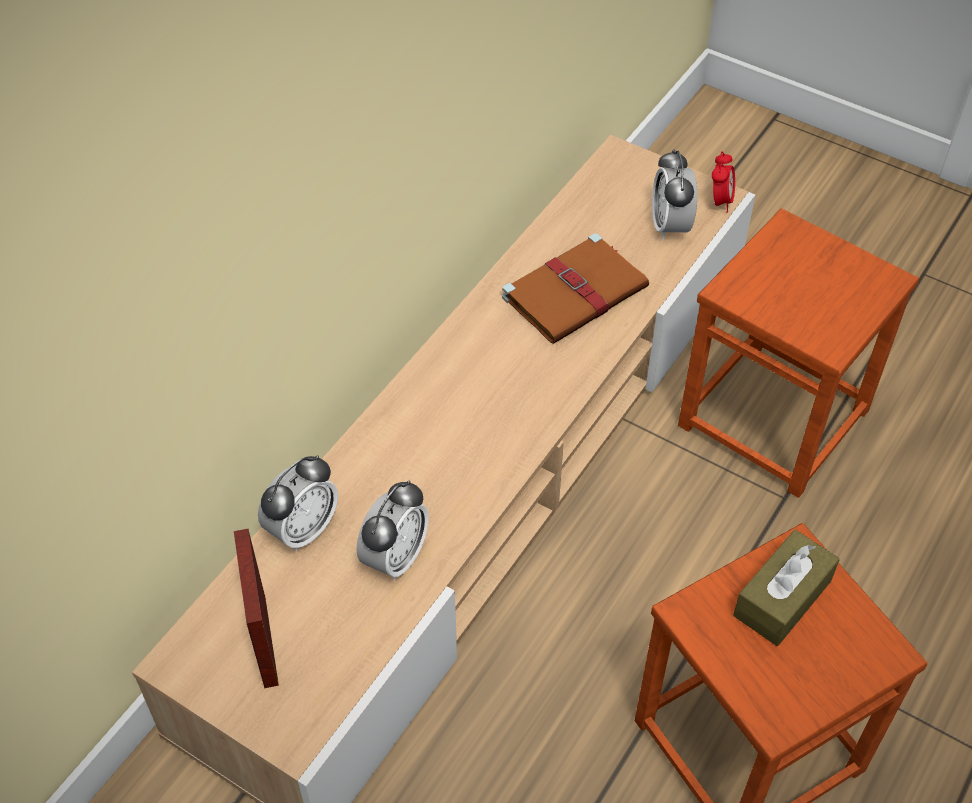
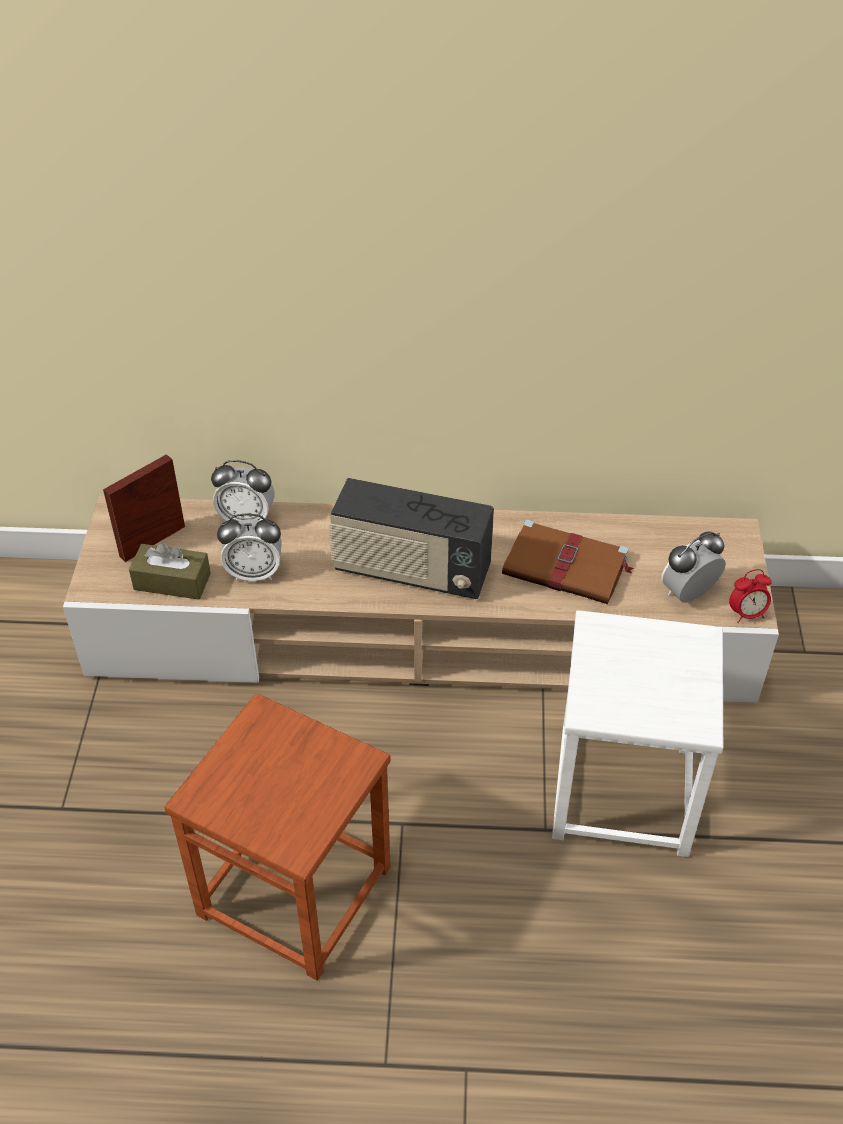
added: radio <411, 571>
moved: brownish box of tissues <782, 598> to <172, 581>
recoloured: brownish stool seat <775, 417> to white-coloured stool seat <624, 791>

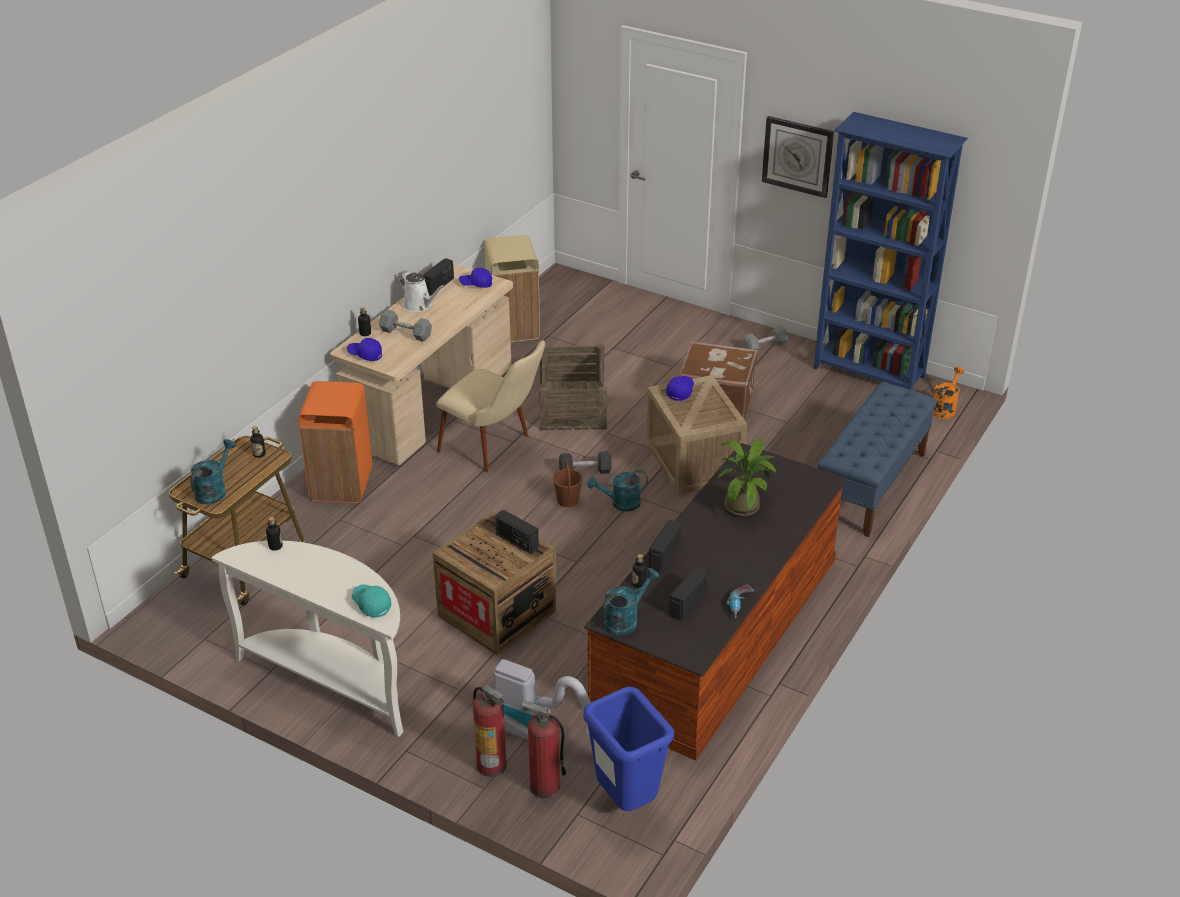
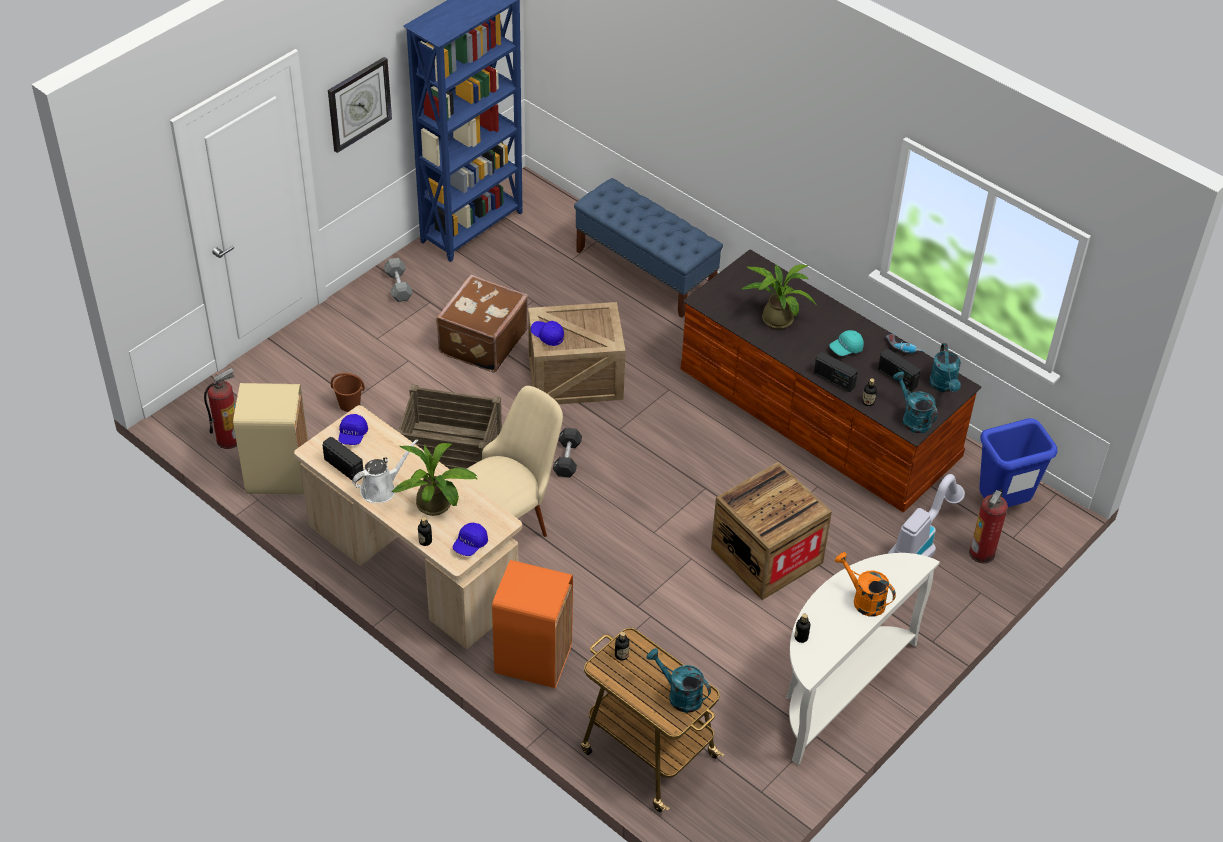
removed: radio <517, 541>
moved: orange watering pot <944, 408> to <863, 600>; brownish bucket <567, 500> to <349, 404>; blue-green watering pot <620, 504> to <944, 386>; blue-green peaked cap <371, 604> to <846, 349>; fire-fighting cylinder <492, 765> to <228, 439>
replaced: grey hand weight <406, 333> to potted plant <437, 506>

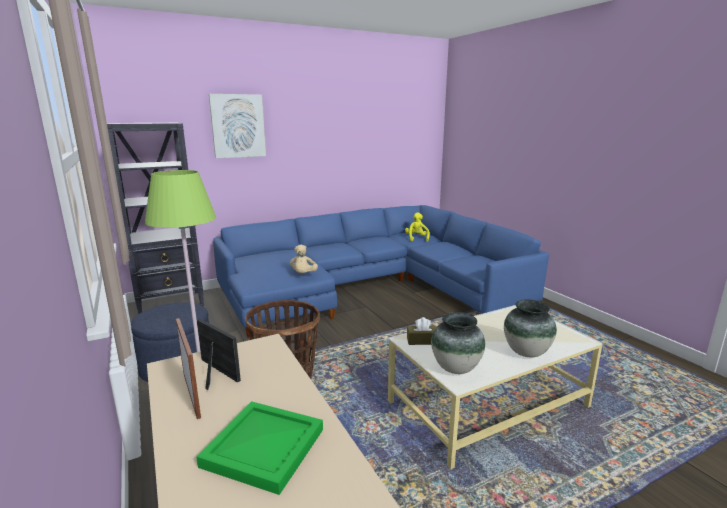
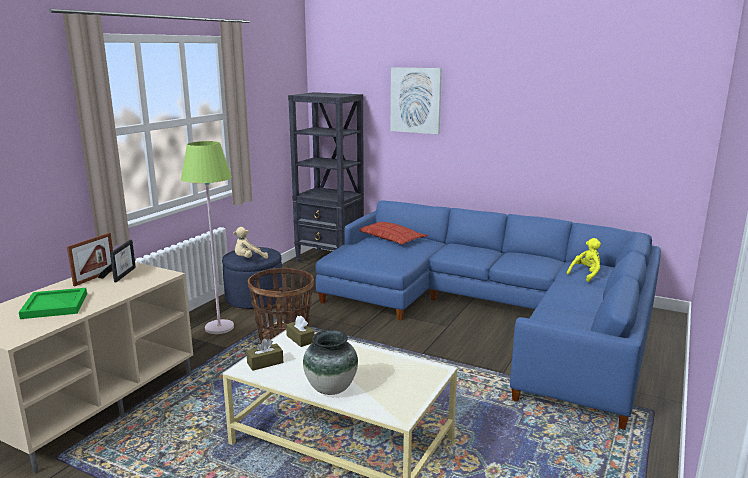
added: cushion <390, 238>
moved: beige-coloured plush toy <303, 275> to <249, 259>
replaced: vase <455, 368> to brownish box of tissues <265, 363>

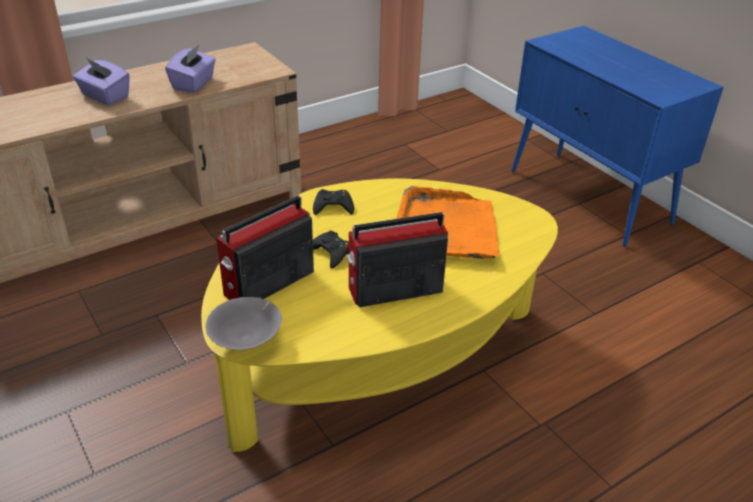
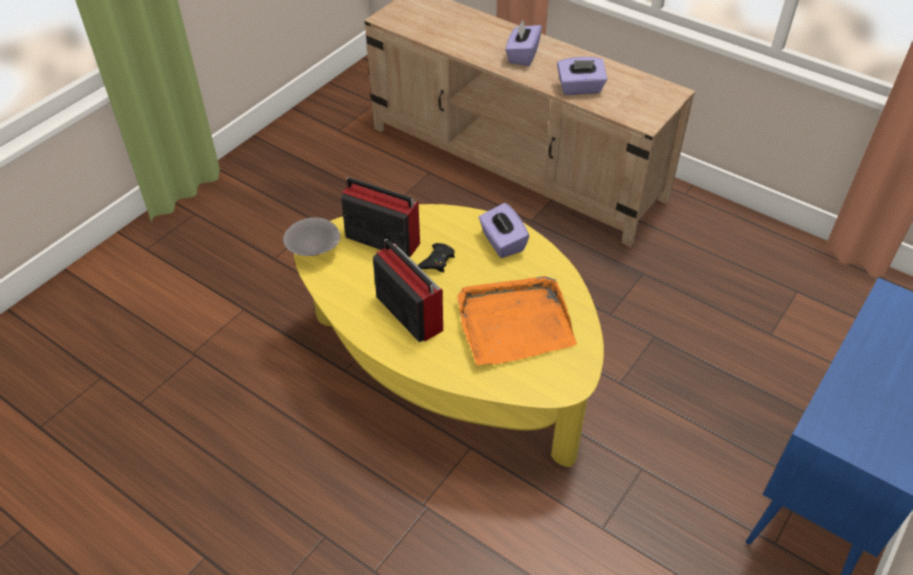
replaced: black game controller <333, 207> to purplish box of tissues <502, 242>

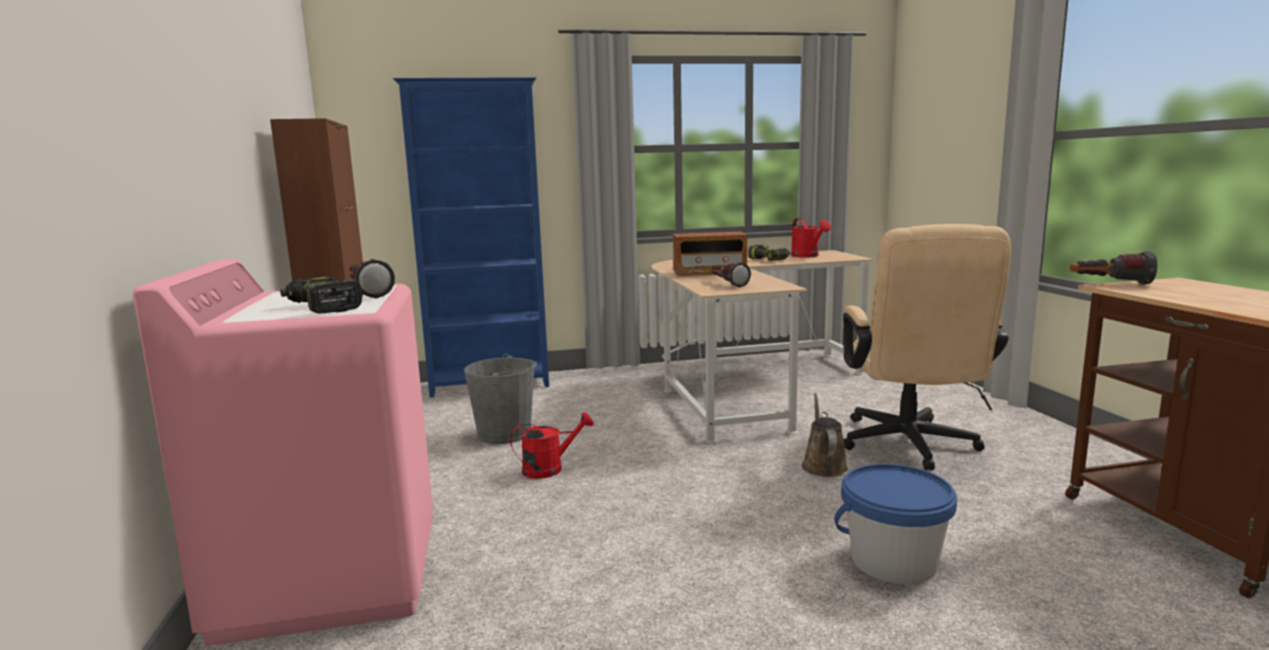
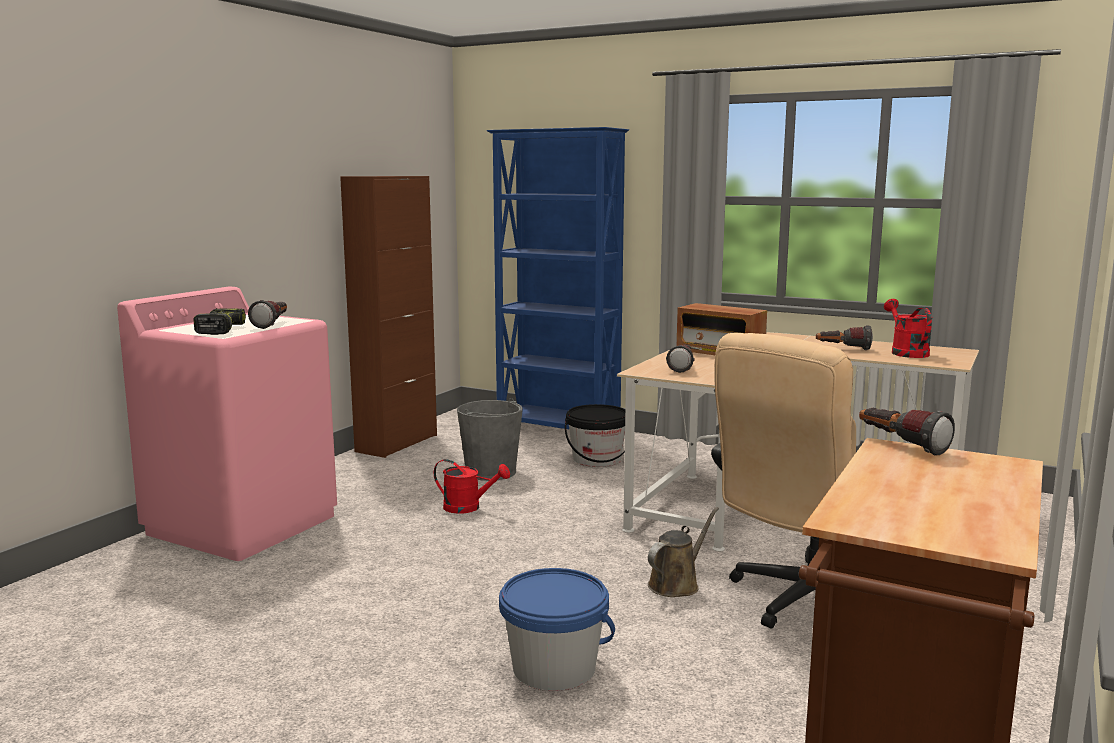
added: black bucket <597, 459>
replaced: electric drill <769, 260> to hand torch <843, 349>
turned: reddish watering pot <808, 256> = <906, 352> 150 degrees clockwise

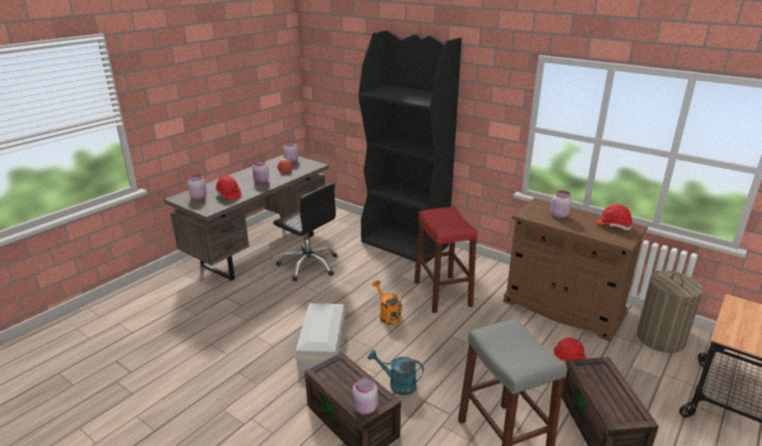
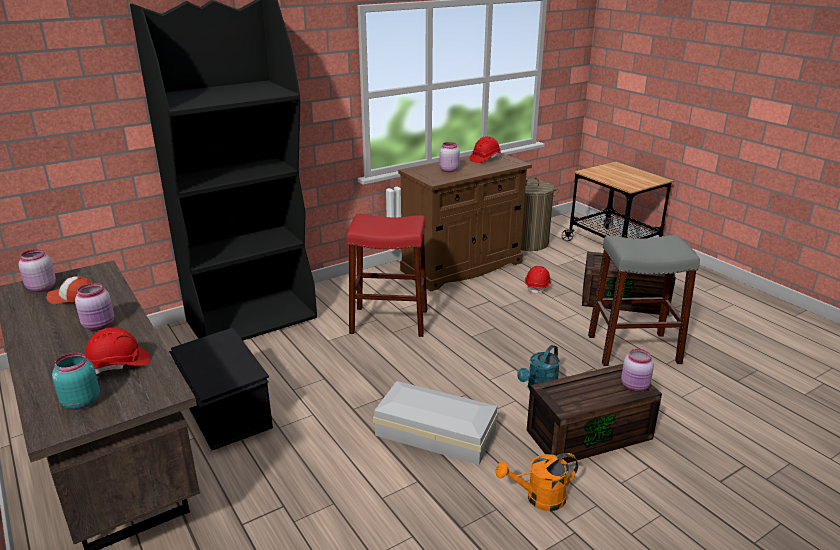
moved: orange watering pot <388, 315> to <538, 498>
replaced: black desk chair <309, 265> to black storage container <224, 412>
recoloured: pinkish storage jar <198, 197> to blue-green storage jar <80, 402>

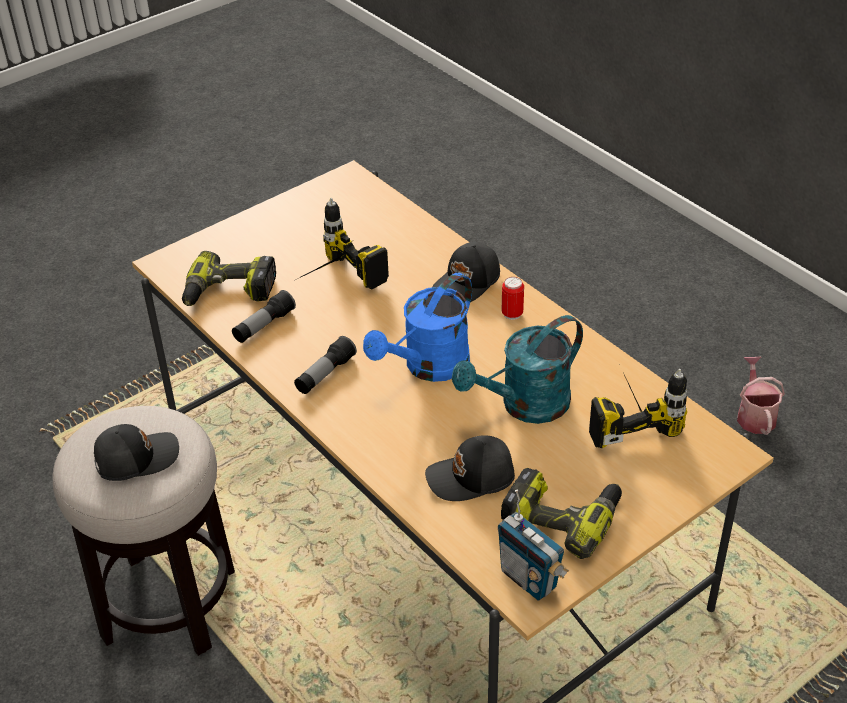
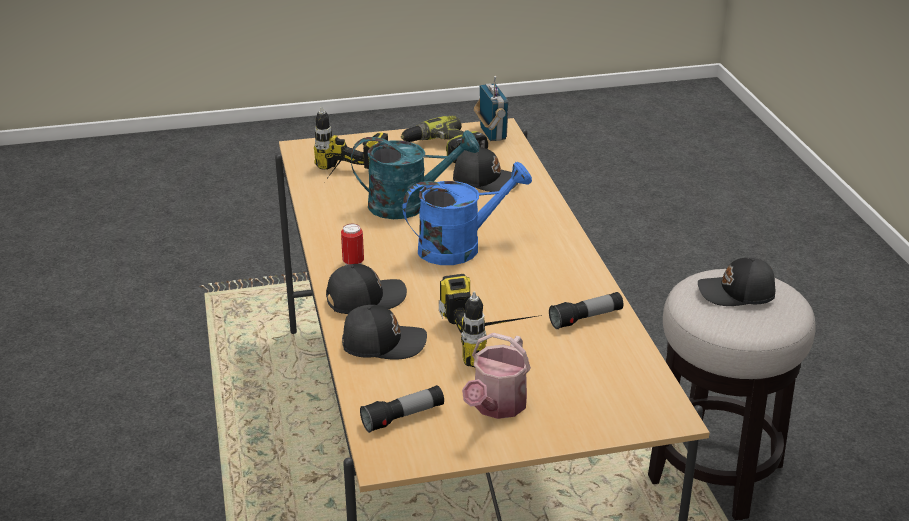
removed: electric drill <229, 293>
added: black peaked cap <382, 343>
moved: hand torch <325, 374> to <403, 417>; watering pot <755, 415> to <496, 406>

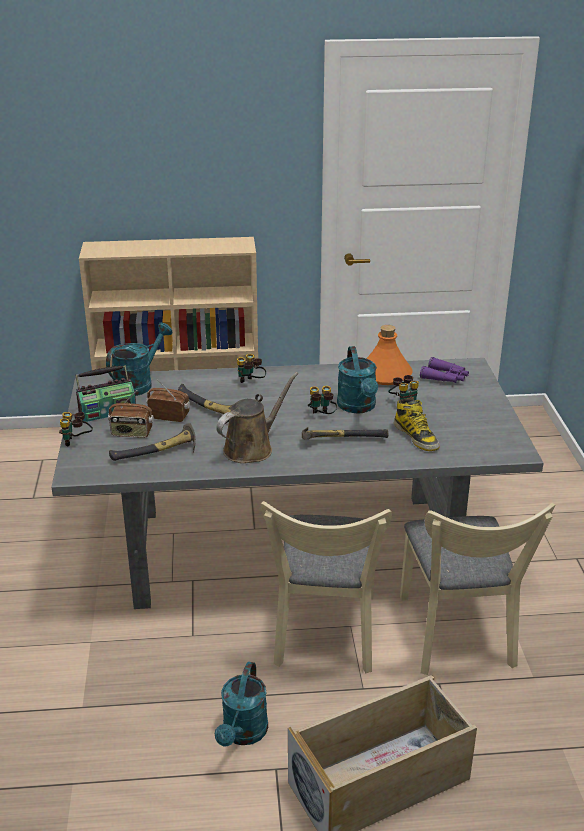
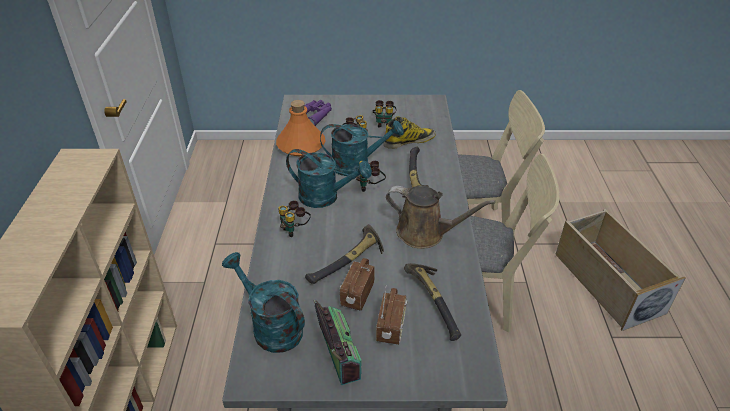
moved: binoculars <77, 442> to <384, 123>; blue-green watering pot <243, 734> to <325, 197>
turned: brownish watering pot <252, 448> = <425, 233> 150 degrees clockwise

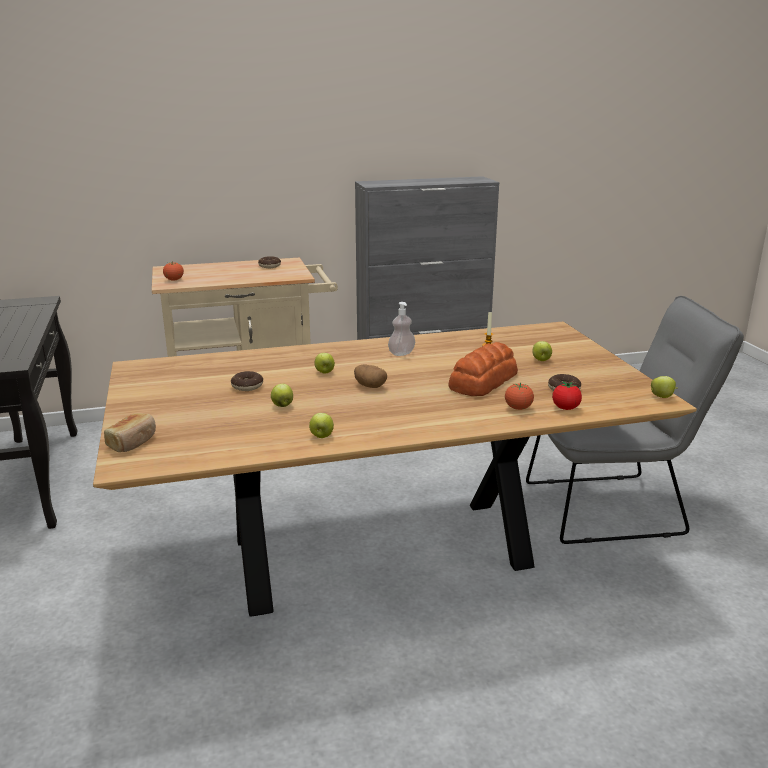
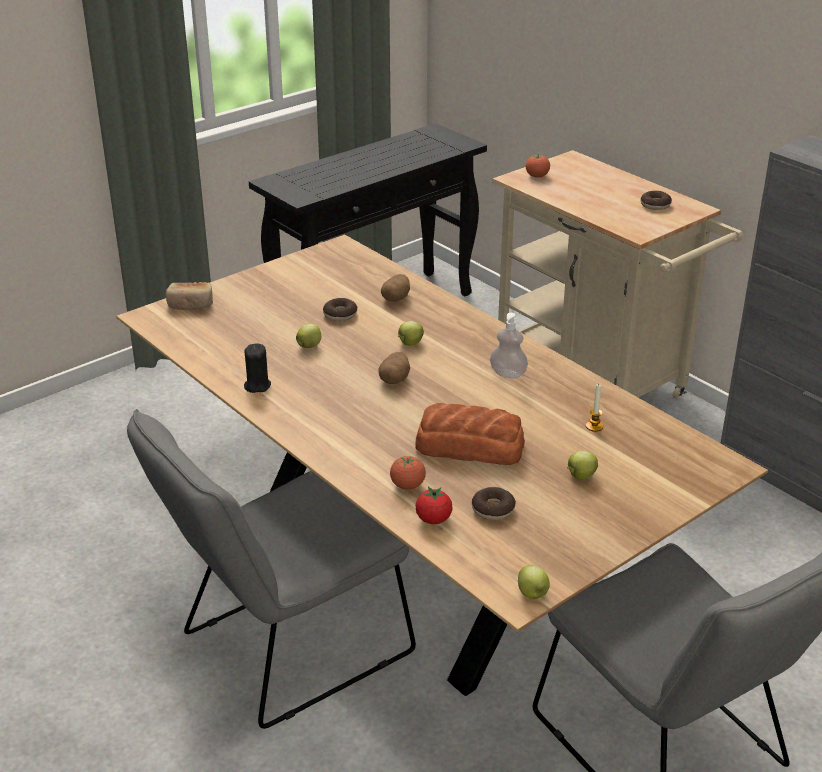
added: spud <396, 298>; grey plain chair <284, 650>
replaced: whole apple <321, 436> to black candle <257, 385>

